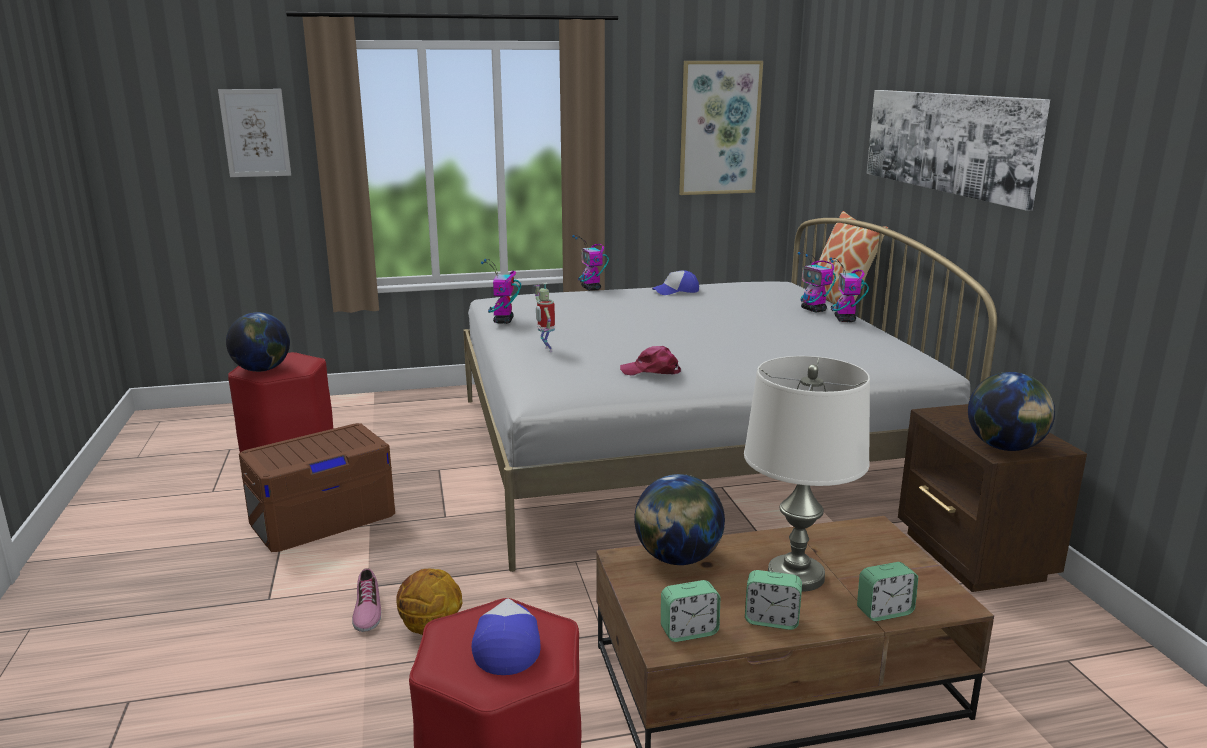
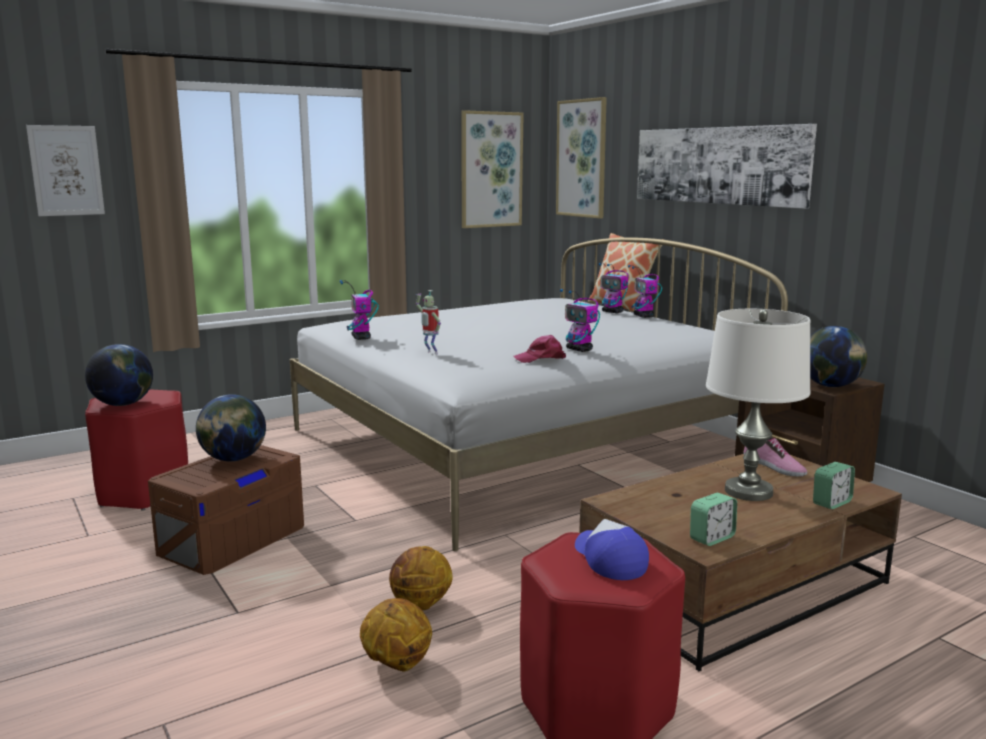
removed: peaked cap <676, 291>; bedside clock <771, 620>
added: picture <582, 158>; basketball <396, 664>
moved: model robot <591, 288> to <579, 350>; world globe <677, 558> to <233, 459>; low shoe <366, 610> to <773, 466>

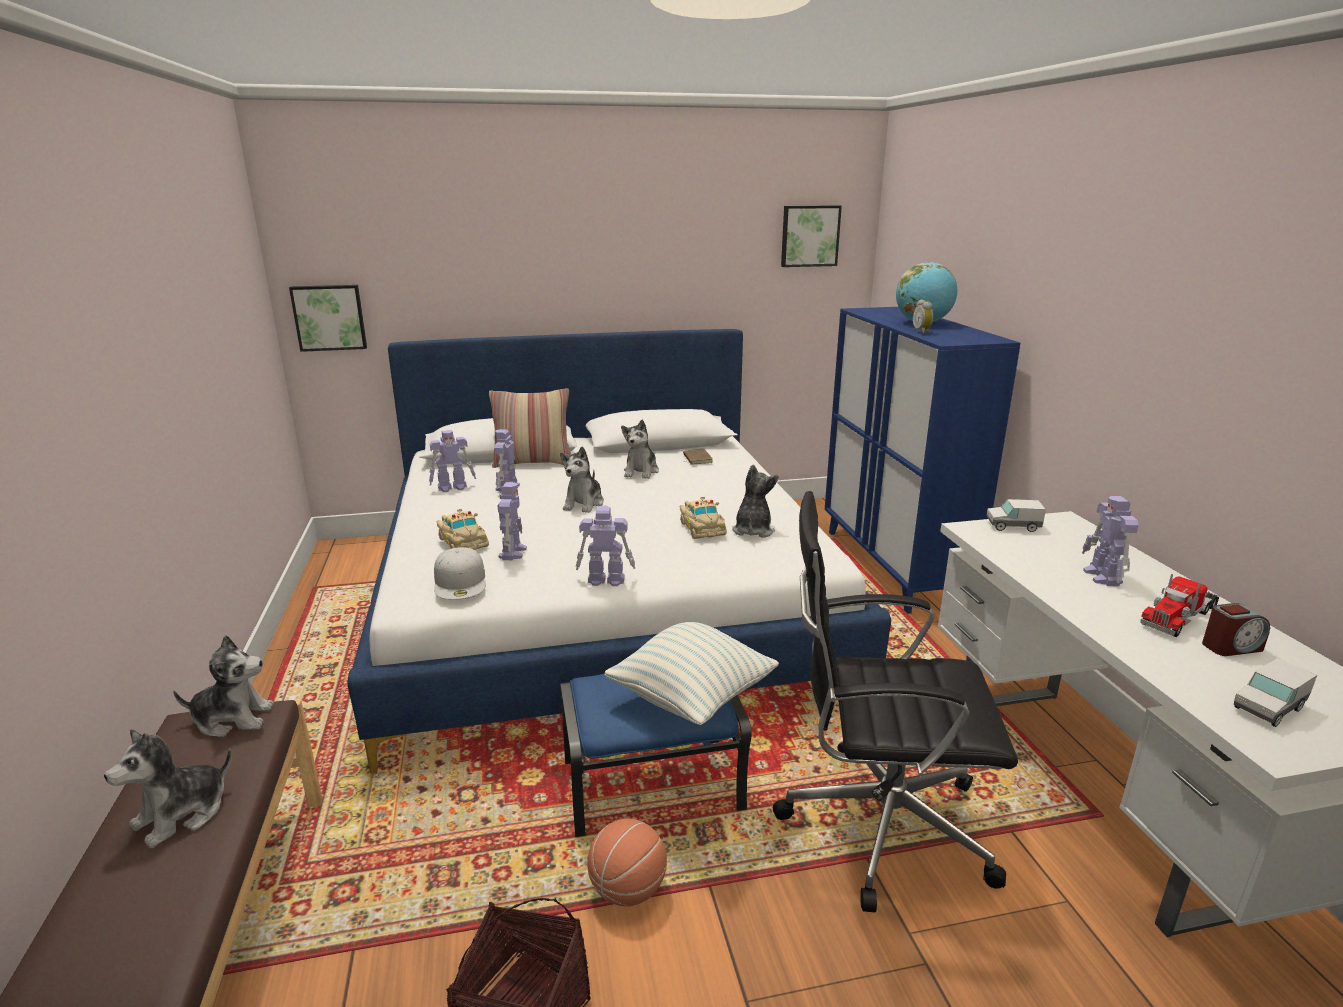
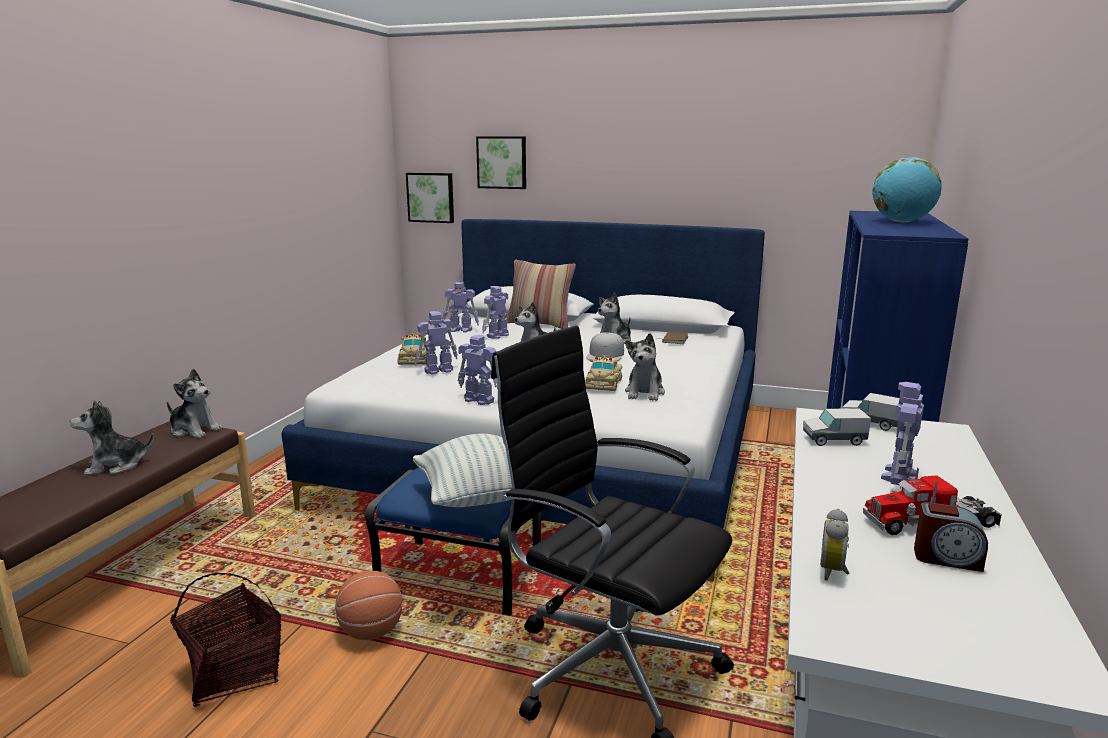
moved: picture <809, 236> to <502, 162>; bedside clock <922, 332> to <834, 572>; white-coloured peaked cap <461, 582> to <606, 355>; toy truck <1268, 708> to <834, 440>
turned: plush toy <753, 530> = <645, 393> 150 degrees clockwise; model robot <513, 552> = <437, 370> 150 degrees counterclockwise

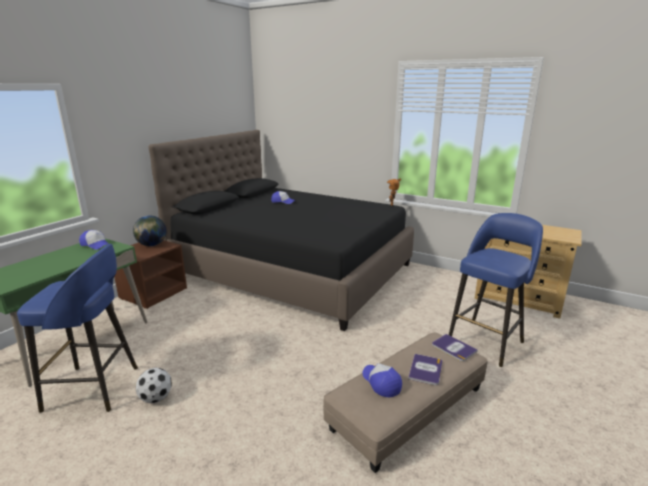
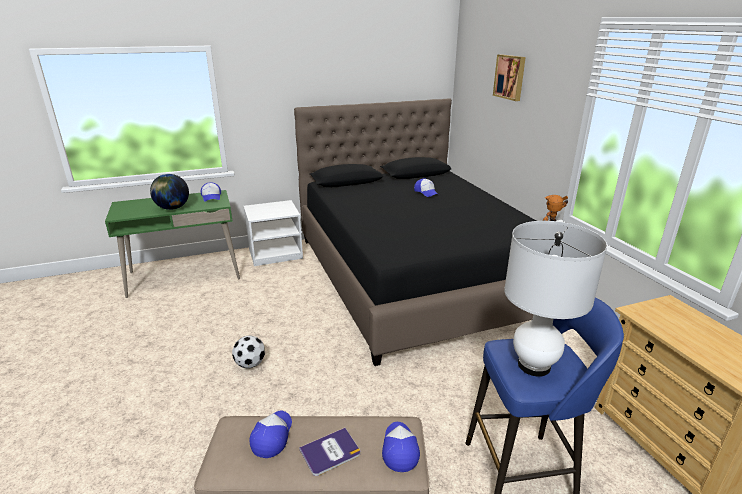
removed: blue stool seat <95, 388>
added: picture <510, 77>; white-coloured lamp for a table <533, 365>
moved: world globe <152, 245> to <172, 208>; football <156, 398> to <250, 364>
replaced: volume <453, 348> to peaked cap <399, 449>
recoloured: brownish bedside table <153, 293> to white-coloured bedside table <275, 253>

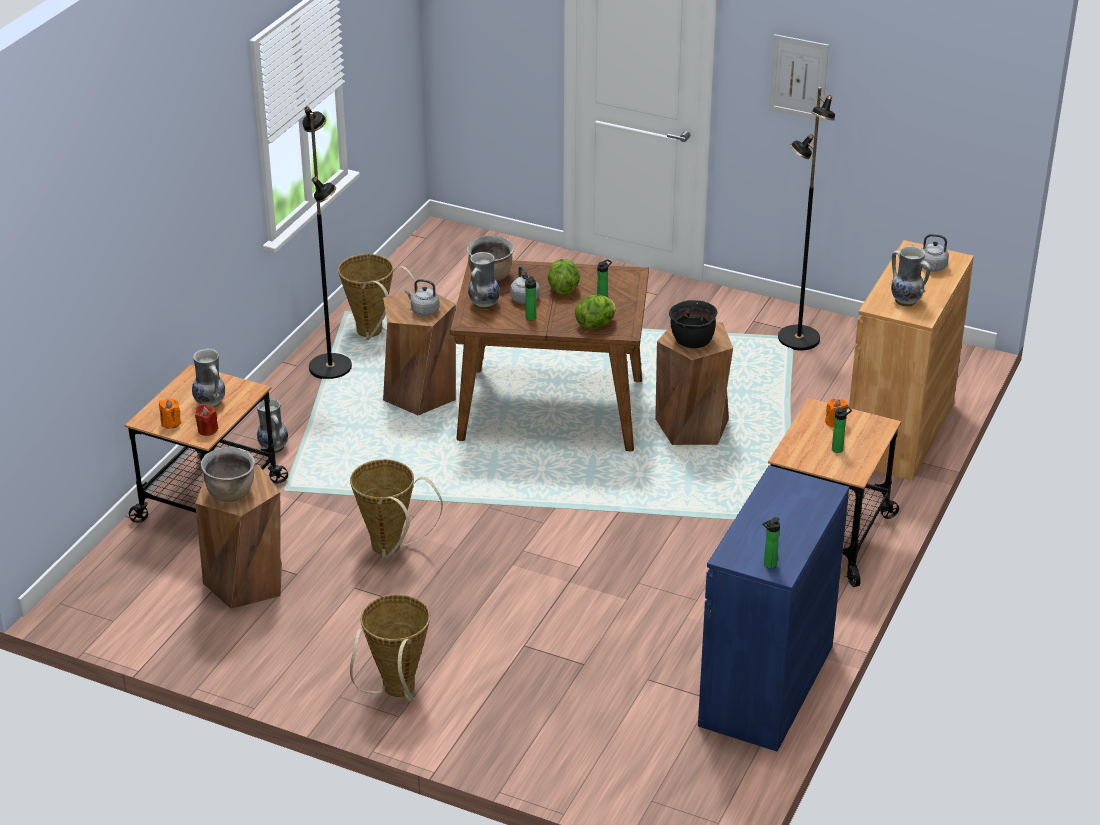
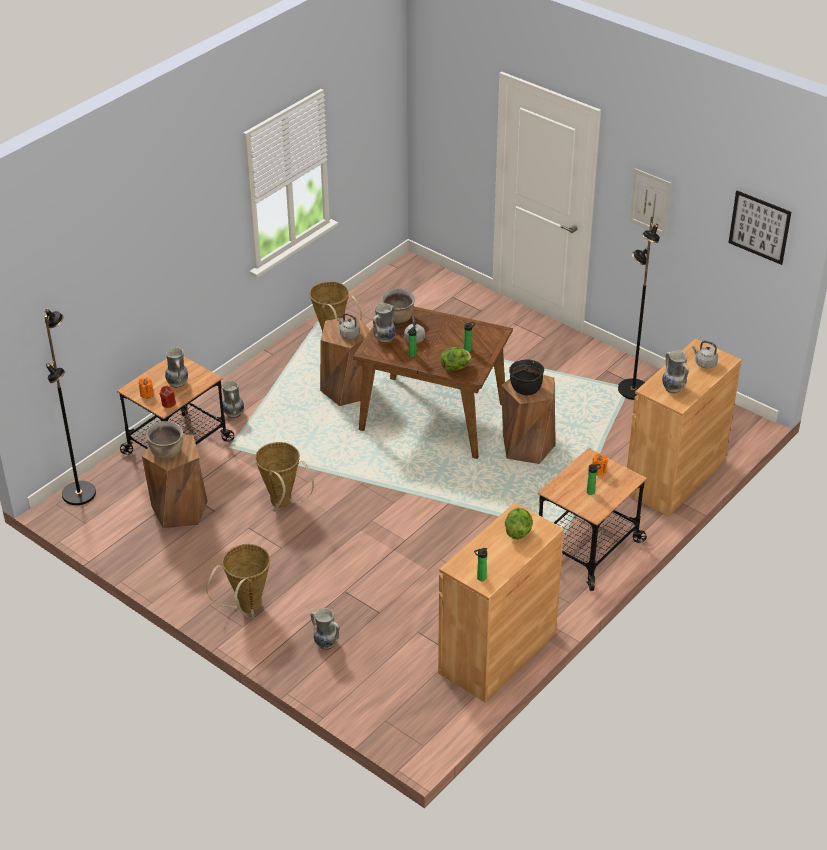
added: picture <759, 227>; vase <326, 644>
moved: black standard lamp <331, 367> to <80, 493>; lettuce <562, 289> to <518, 531>
recoloured: blue cabinet <766, 686> to brownish cabinet <497, 652>

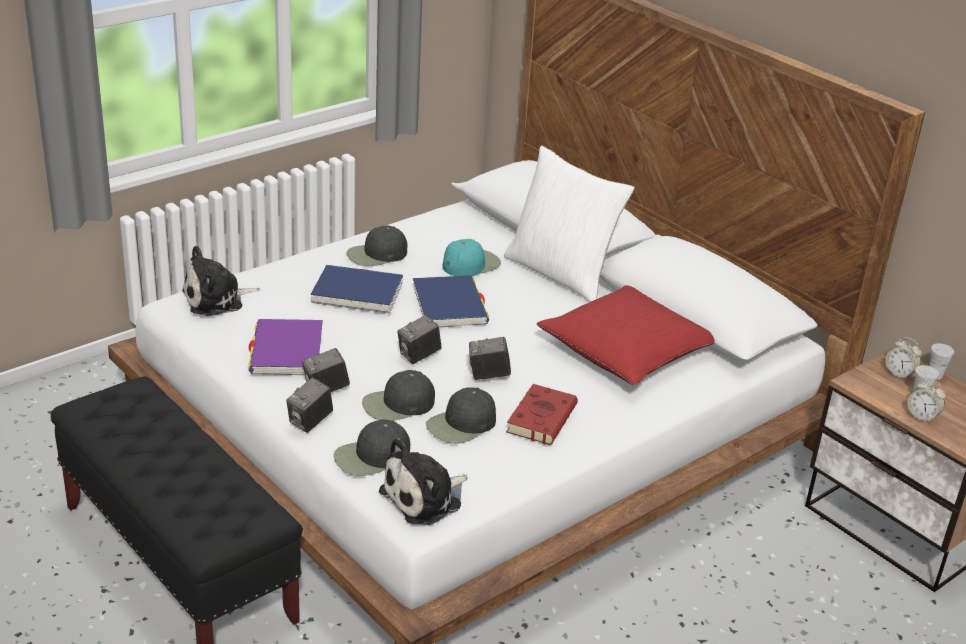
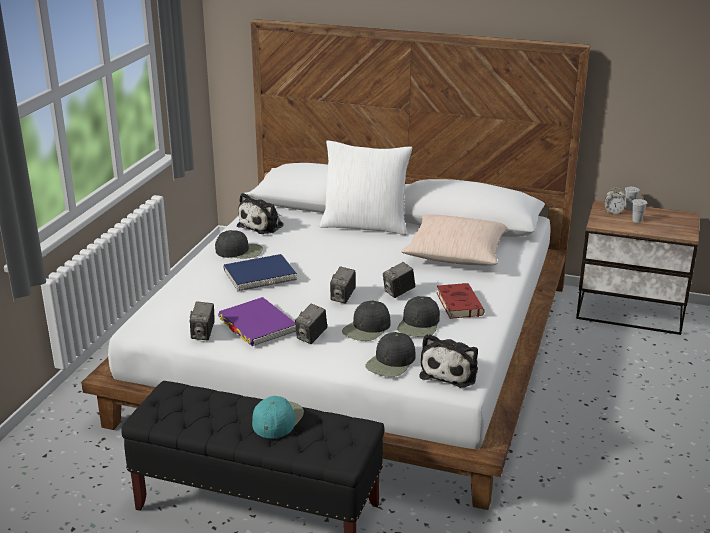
removed: blue volume <449, 306>; bedside clock <922, 417>
moved: blue-green peaked cap <471, 264> to <277, 419>; plush toy <217, 299> to <263, 225>; photo camera <310, 422> to <203, 334>
recoloured: reddish cushion <626, 351> to beige-coloured cushion <456, 253>
turned: black peaked cap <376, 254> = <239, 251> 120 degrees counterclockwise

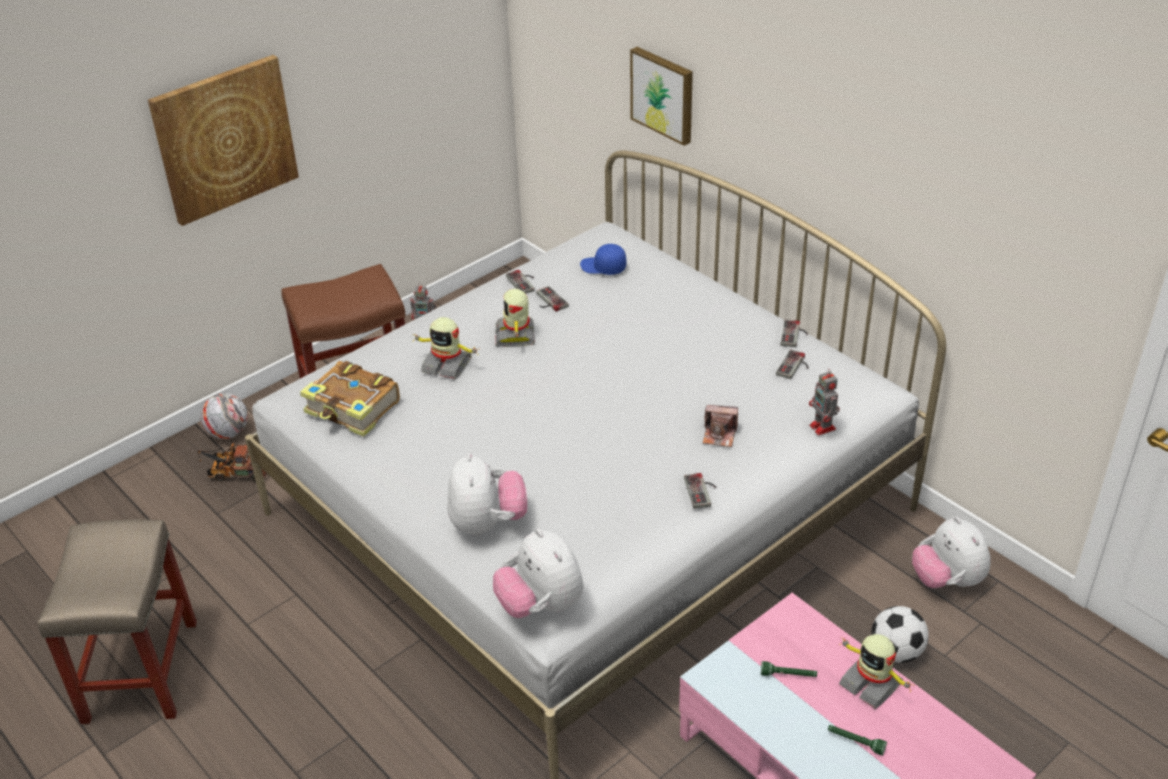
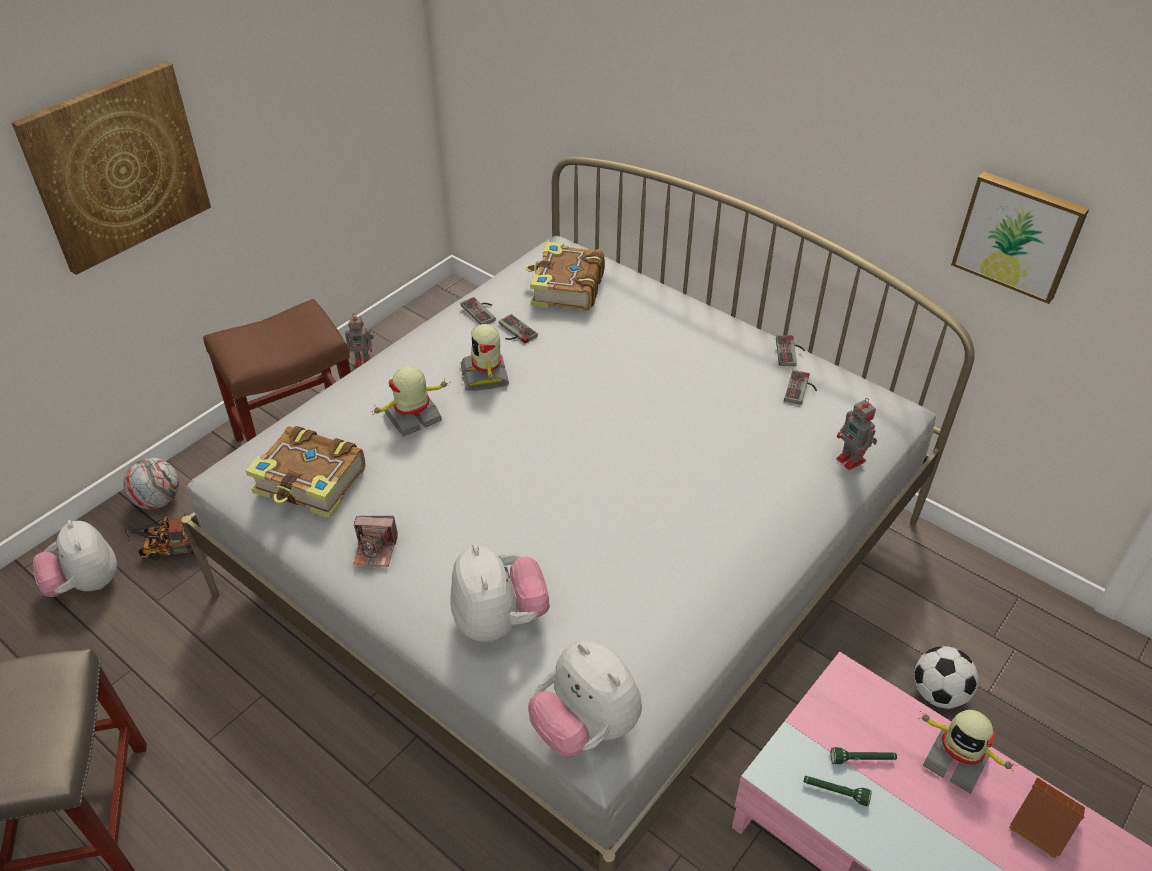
removed: game controller <702, 491>
added: miniature house <1043, 824>
moved: picture <664, 94> to <1019, 235>; photo camera <719, 435> to <375, 550>; plush toy <947, 580> to <86, 584>; green-coloured hand torch <855, 742> to <835, 792>
replaced: blue peaked cap <603, 267> to volume <566, 288>
turned: model robot <447, 365> = <413, 418> 135 degrees clockwise

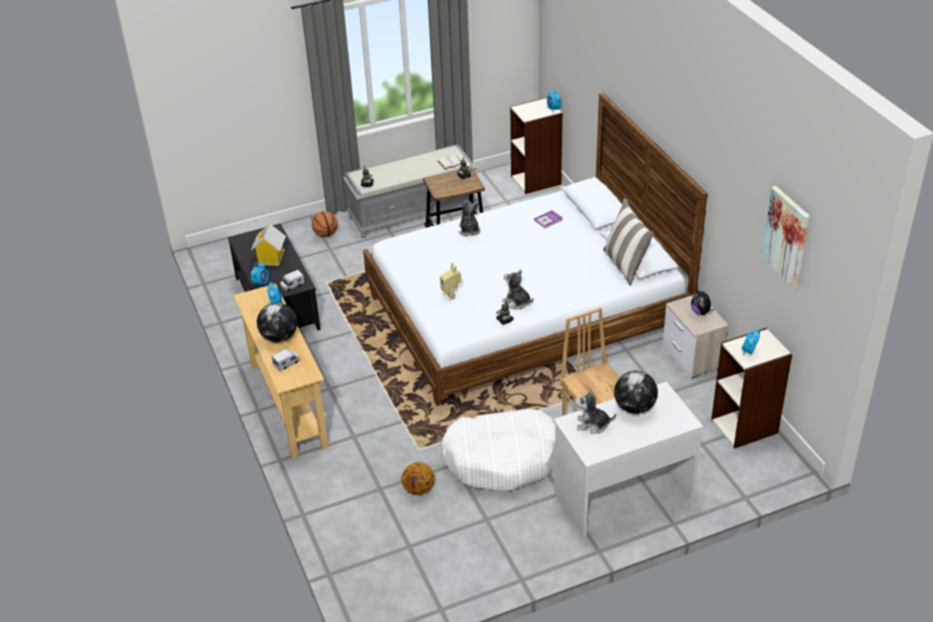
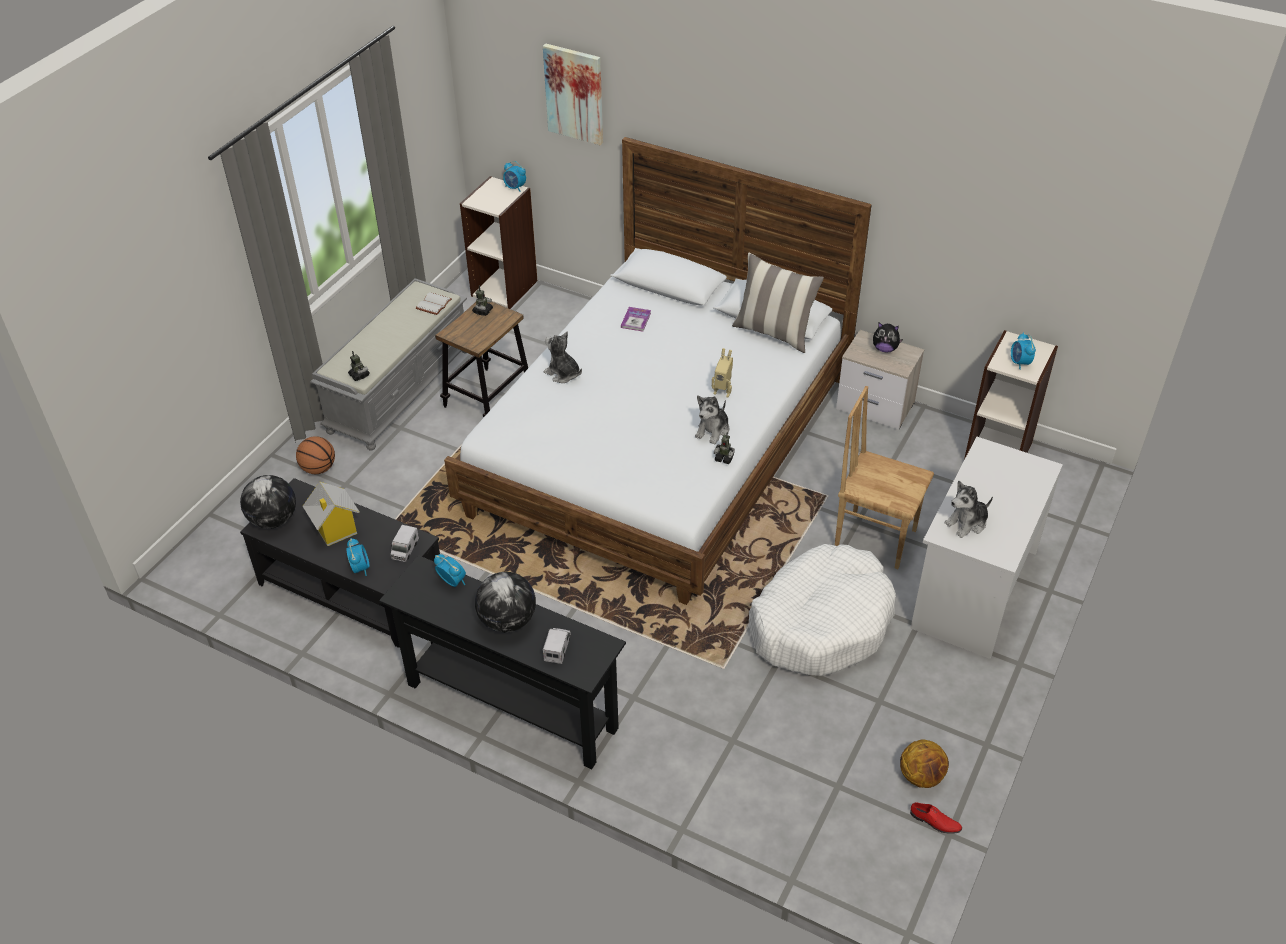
added: reddish low shoe <935, 822>
moved: picture <786, 236> to <574, 93>; model robot <451, 295> to <723, 390>; world globe <634, 407> to <273, 520>; basketball <418, 489> to <922, 776>
recoloured: beige-coloured console table <288, 405> to black console table <511, 707>
turned: plush toy <517, 302> = <713, 430> 60 degrees counterclockwise

